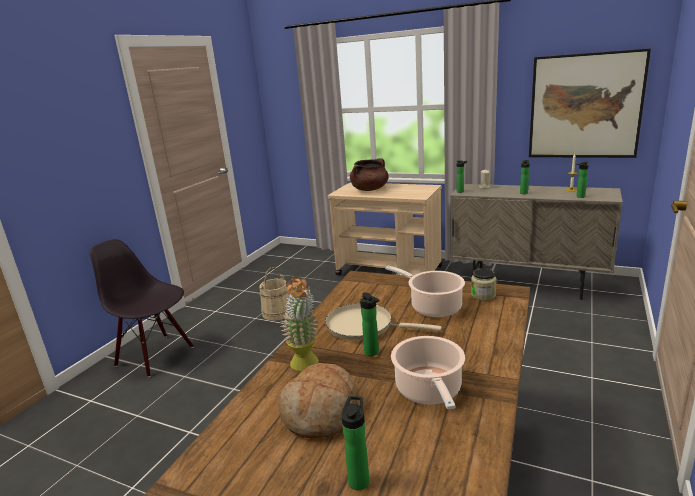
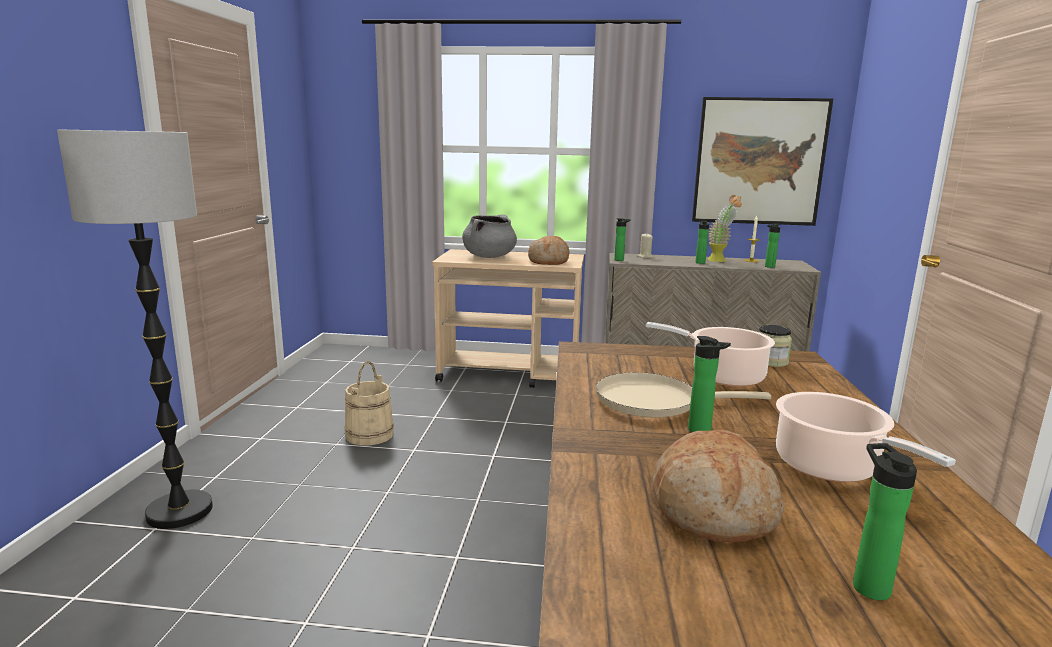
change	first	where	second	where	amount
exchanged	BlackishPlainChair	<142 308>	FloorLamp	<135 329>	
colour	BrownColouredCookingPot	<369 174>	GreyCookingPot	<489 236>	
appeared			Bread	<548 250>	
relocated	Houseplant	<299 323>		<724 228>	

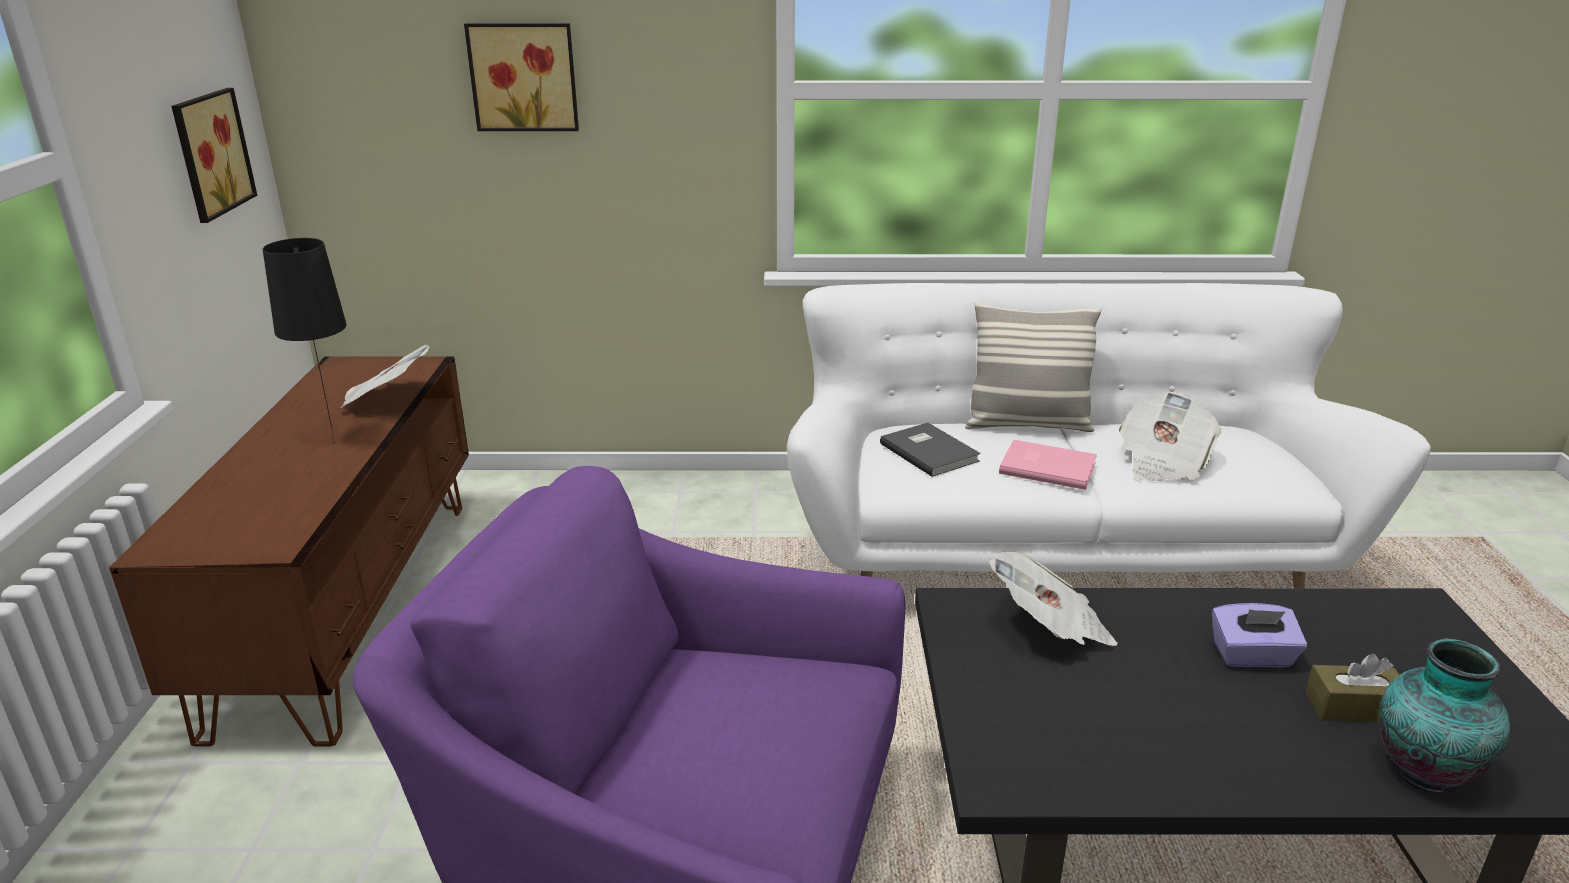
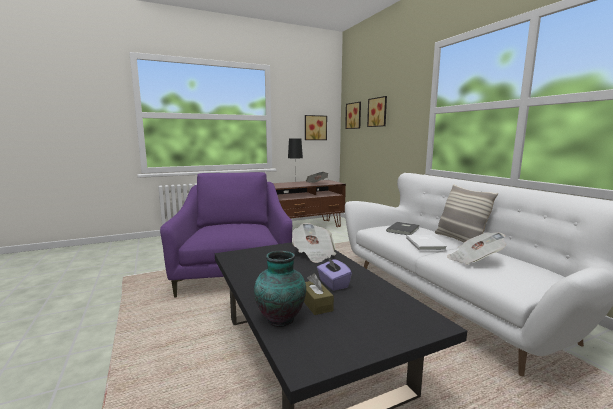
change	first	where	second	where	amount
appeared			Picture	<353 115>	
colour	PinkBoundBook	<1048 465>	WhiteBoundBook	<426 242>	

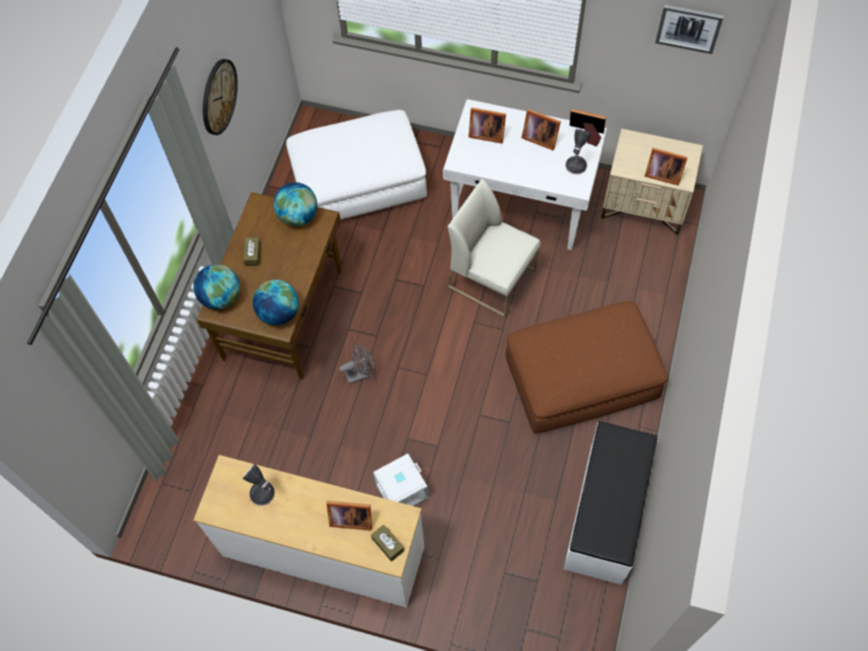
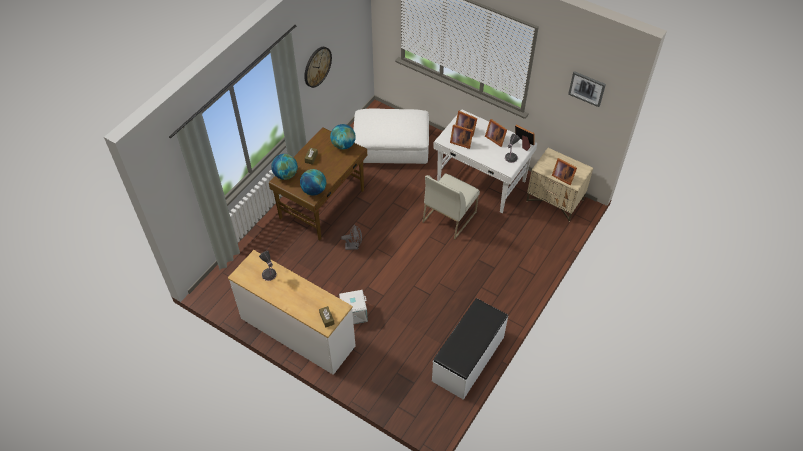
change	first	where	second	where	amount
spun	WhitePlainChair	<494 248>		<451 206>	105 degrees counterclockwise
relocated	PictureFrame	<349 515>		<461 136>	
missing	BrownColouredOttoman	<586 367>			

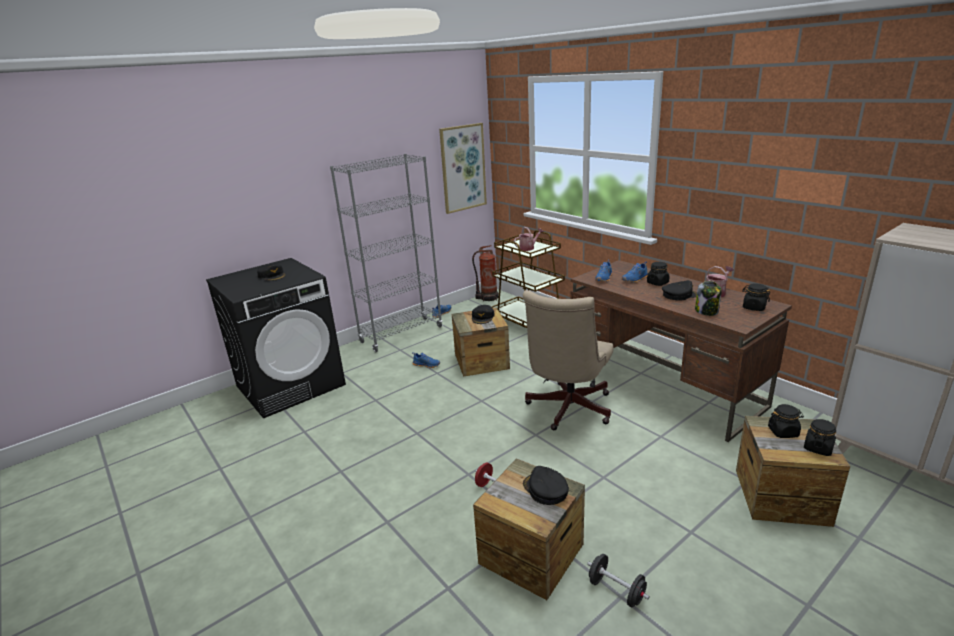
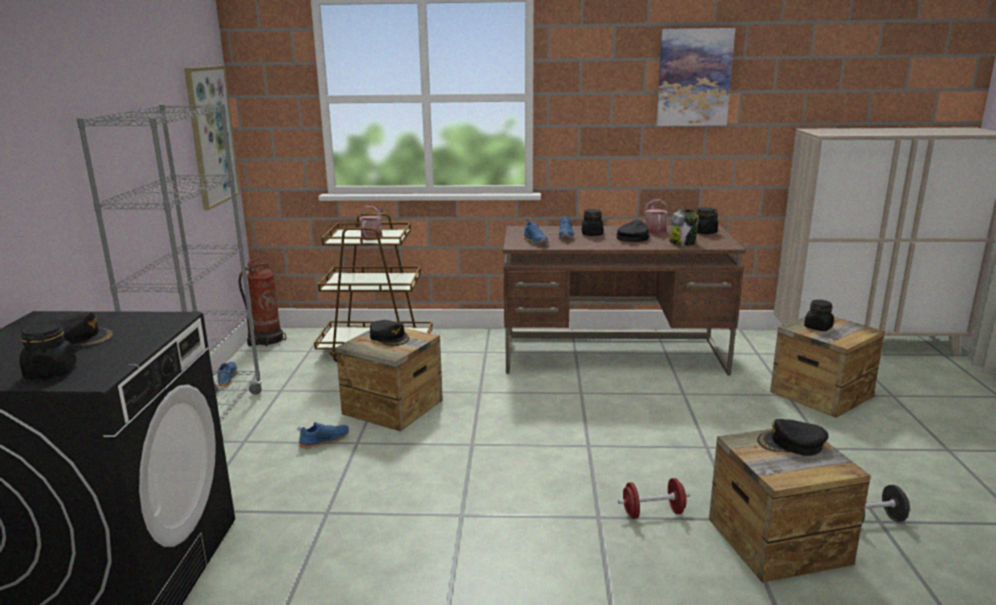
change	first	where	second	where	amount
relocated	BlackishJar	<820 437>		<48 350>	
appeared			Picture	<695 77>	
missing	SandColouredDeskChair	<568 360>			

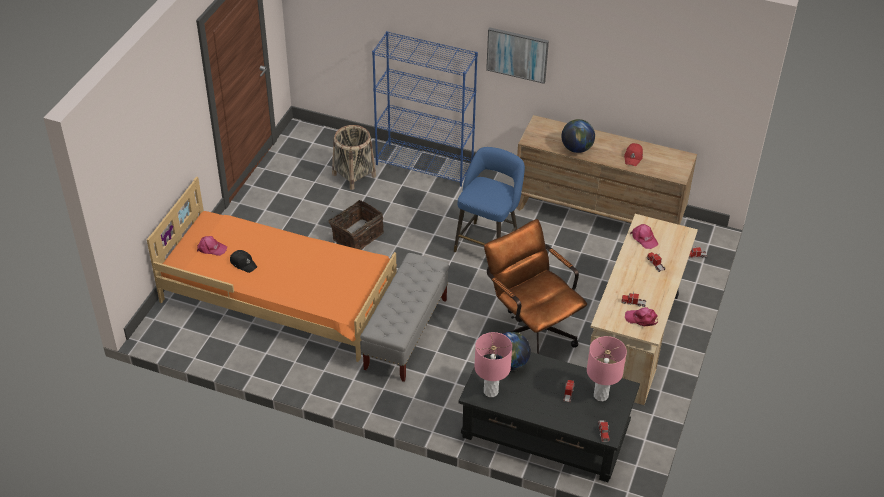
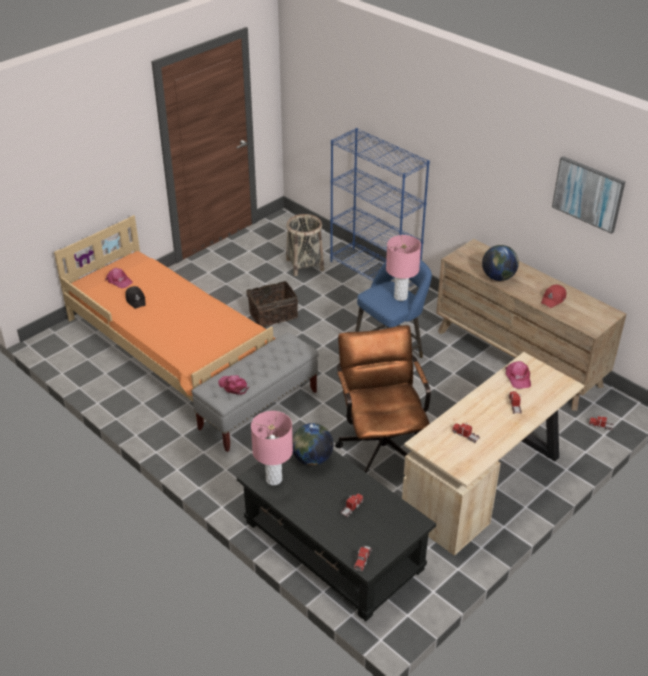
change	first	where	second	where	amount
relocated	PinkPeakedCap	<641 316>		<233 385>	
relocated	PinkTableLamp	<607 368>		<403 268>	
relocated	Picture	<517 55>		<588 195>	

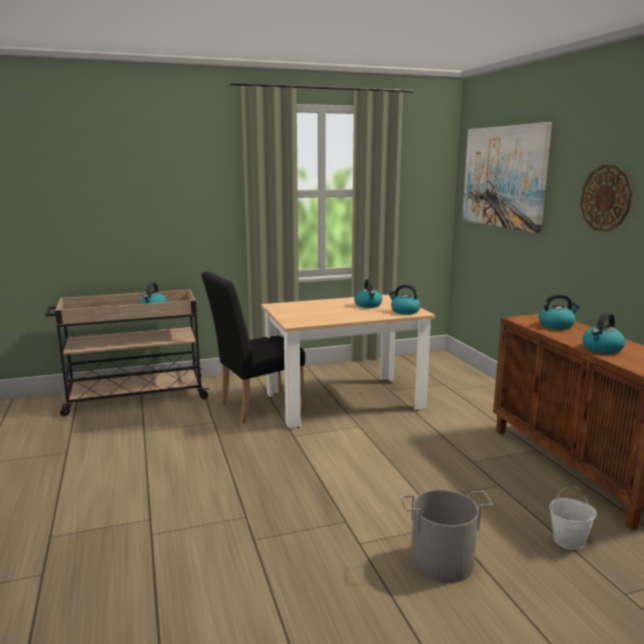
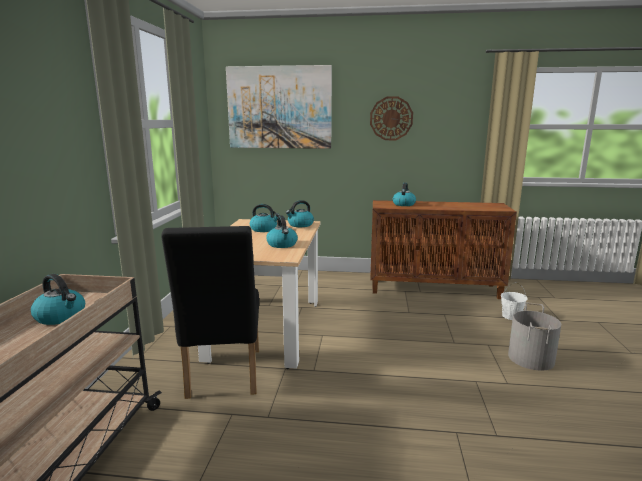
change	first	where	second	where	amount
relocated	Kettle	<603 333>		<282 231>	

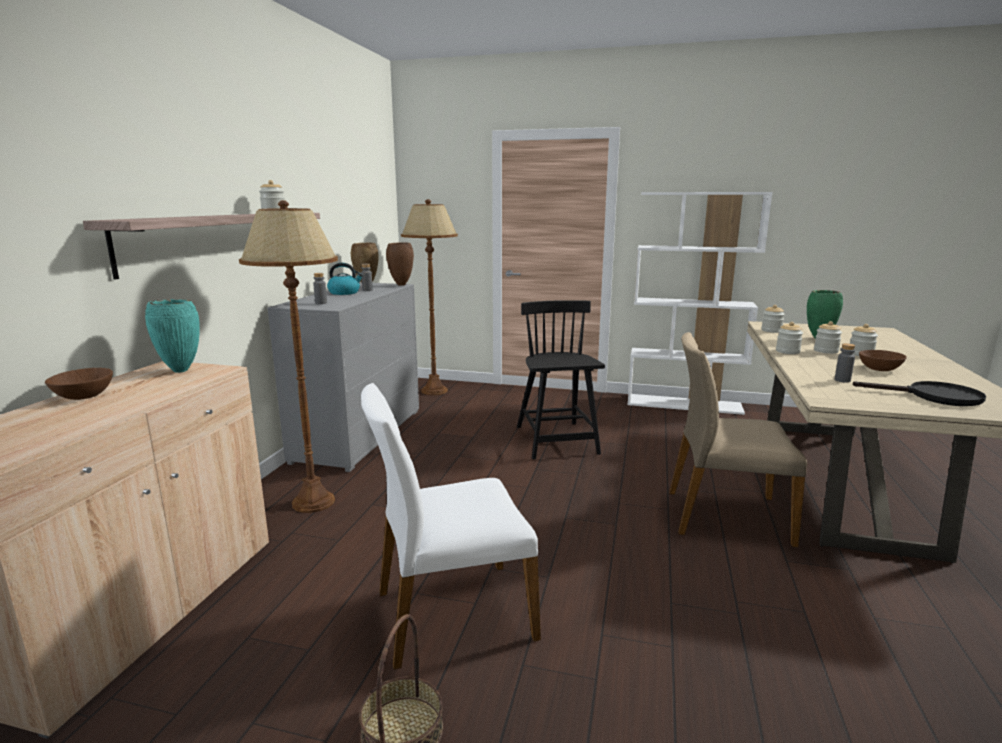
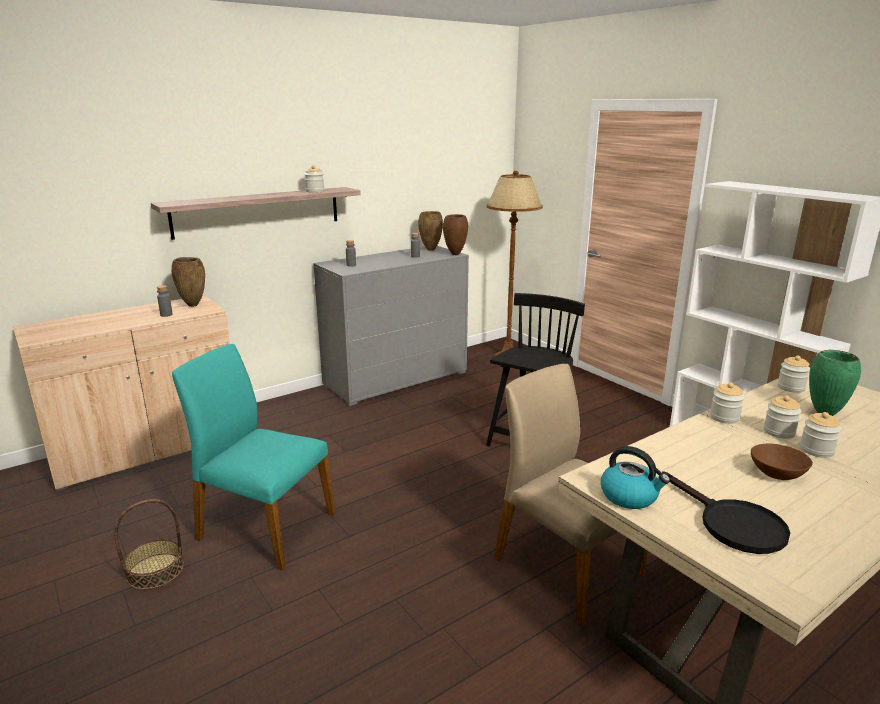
change	first	where	second	where	amount
relocated	GreyBeverageBottle	<845 363>		<165 301>	
colour	TurquoiseFlowerVase	<172 336>	BrownColouredFlowerVase	<188 282>	
colour	WhitePlainChair	<451 526>	TurquoisePlainChair	<253 457>	
relocated	Kettle	<345 279>		<635 477>	
missing	BrownColouredServingBowl	<79 384>			
missing	BrownColouredFloorLamp	<288 356>			

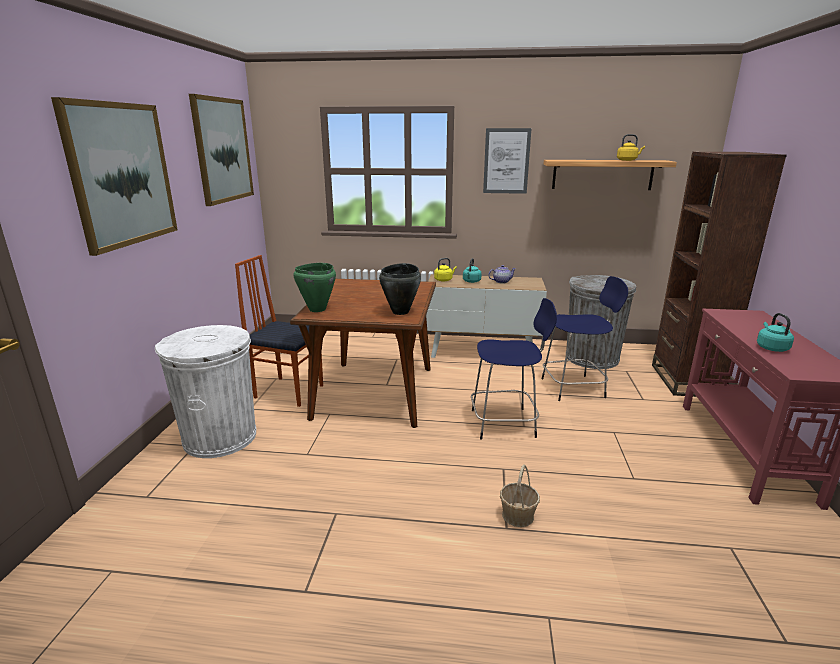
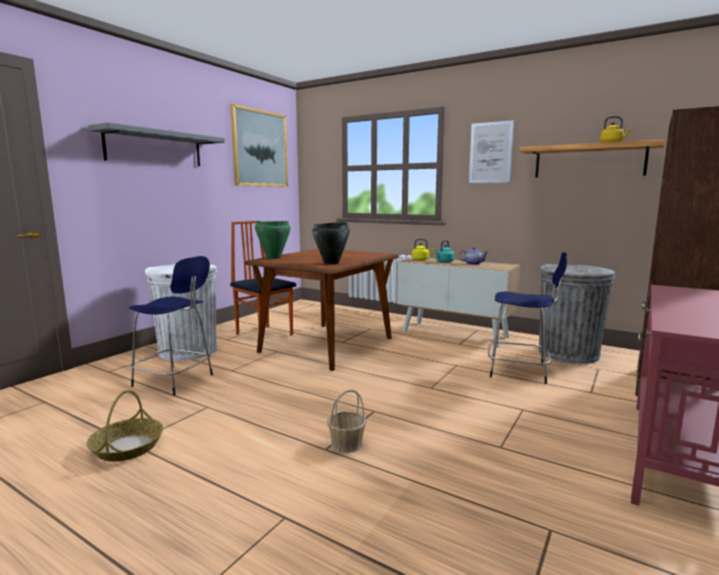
change	first	where	second	where	amount
appeared			StorageBasket	<125 426>	
exchanged	Picture	<114 176>	GreyBracketShelf	<156 144>	
relocated	BlueStoolSeat	<514 369>		<171 326>	
missing	TurquoiseKettle	<775 332>			

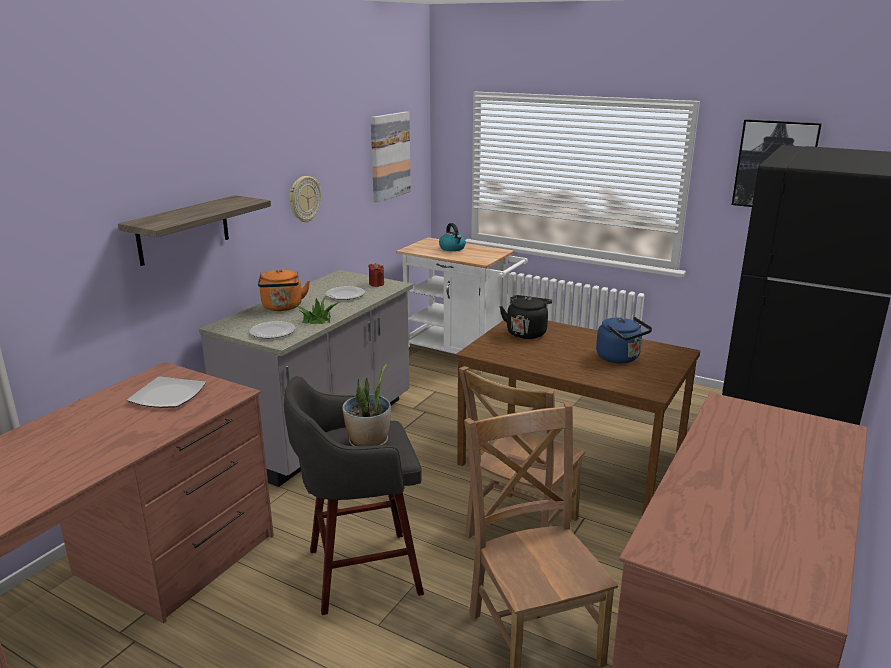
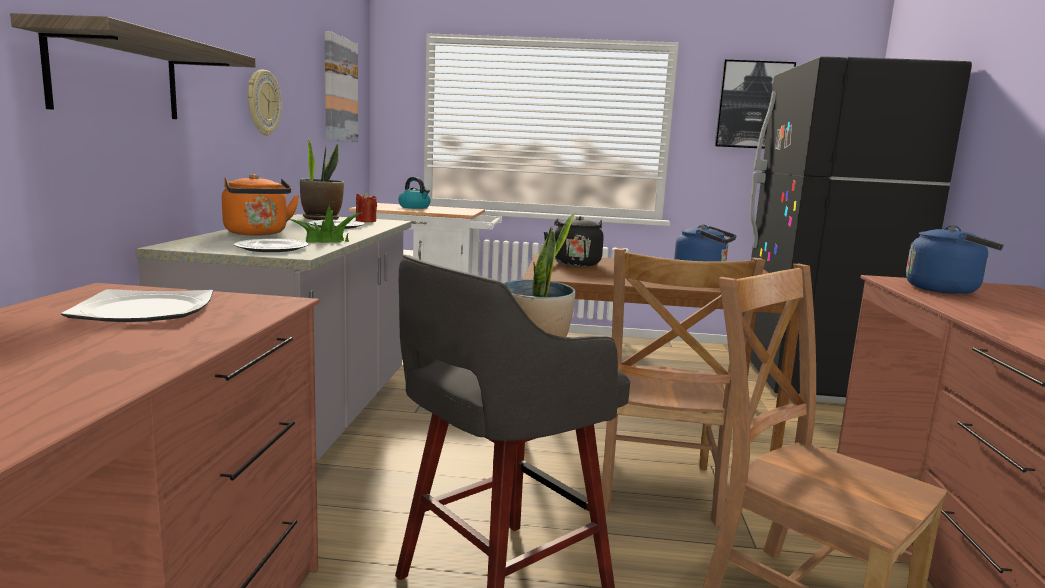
change	first	where	second	where	amount
appeared			Houseplant	<322 178>	
appeared			BlueKettle	<955 259>	

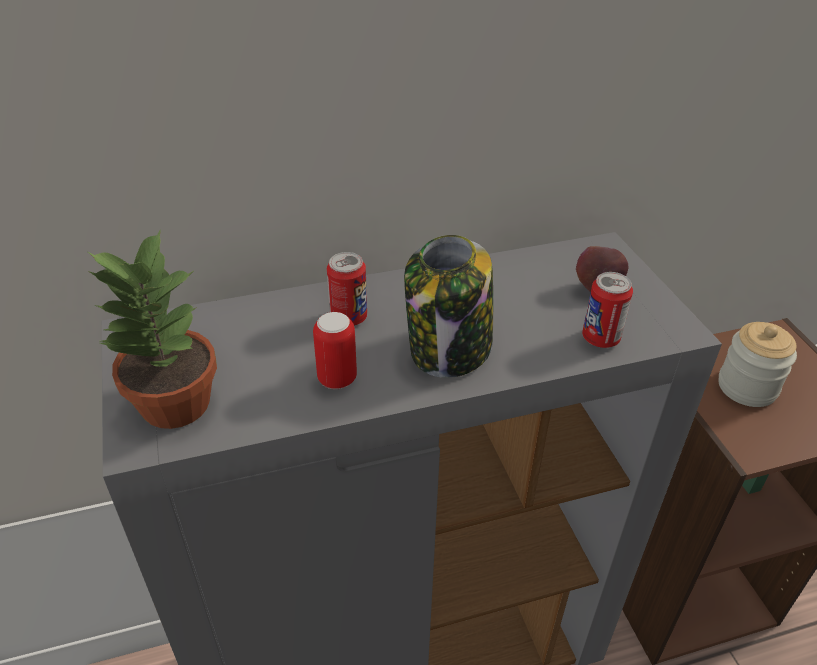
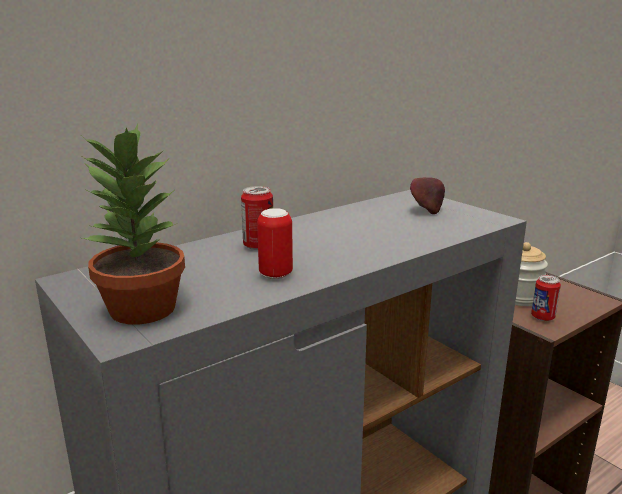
change	first	where	second	where	amount
relocated	SealedCan	<607 310>		<546 298>	
missing	Jar	<448 306>			

